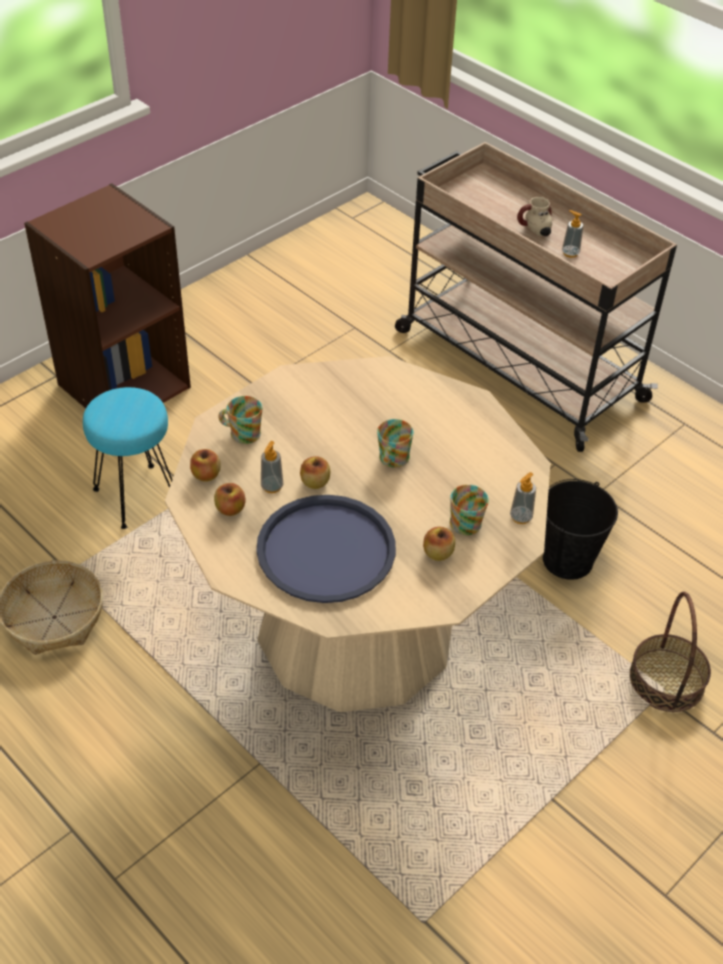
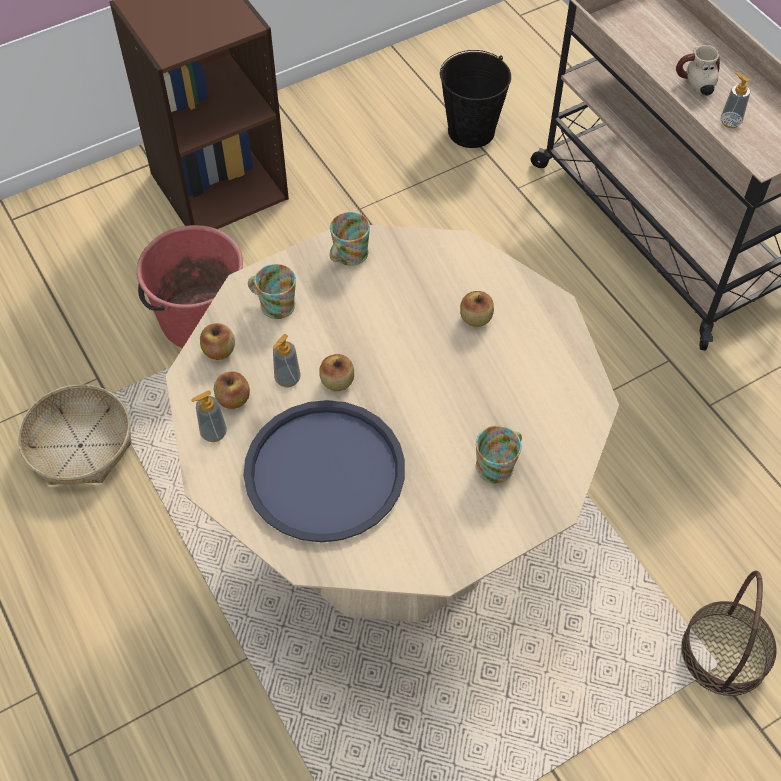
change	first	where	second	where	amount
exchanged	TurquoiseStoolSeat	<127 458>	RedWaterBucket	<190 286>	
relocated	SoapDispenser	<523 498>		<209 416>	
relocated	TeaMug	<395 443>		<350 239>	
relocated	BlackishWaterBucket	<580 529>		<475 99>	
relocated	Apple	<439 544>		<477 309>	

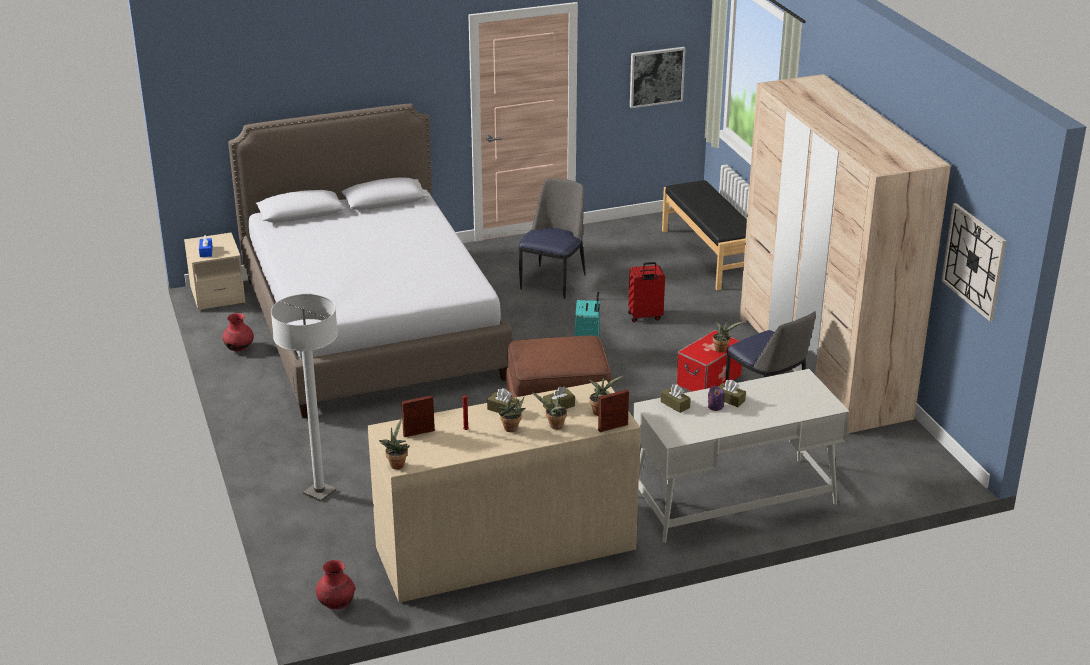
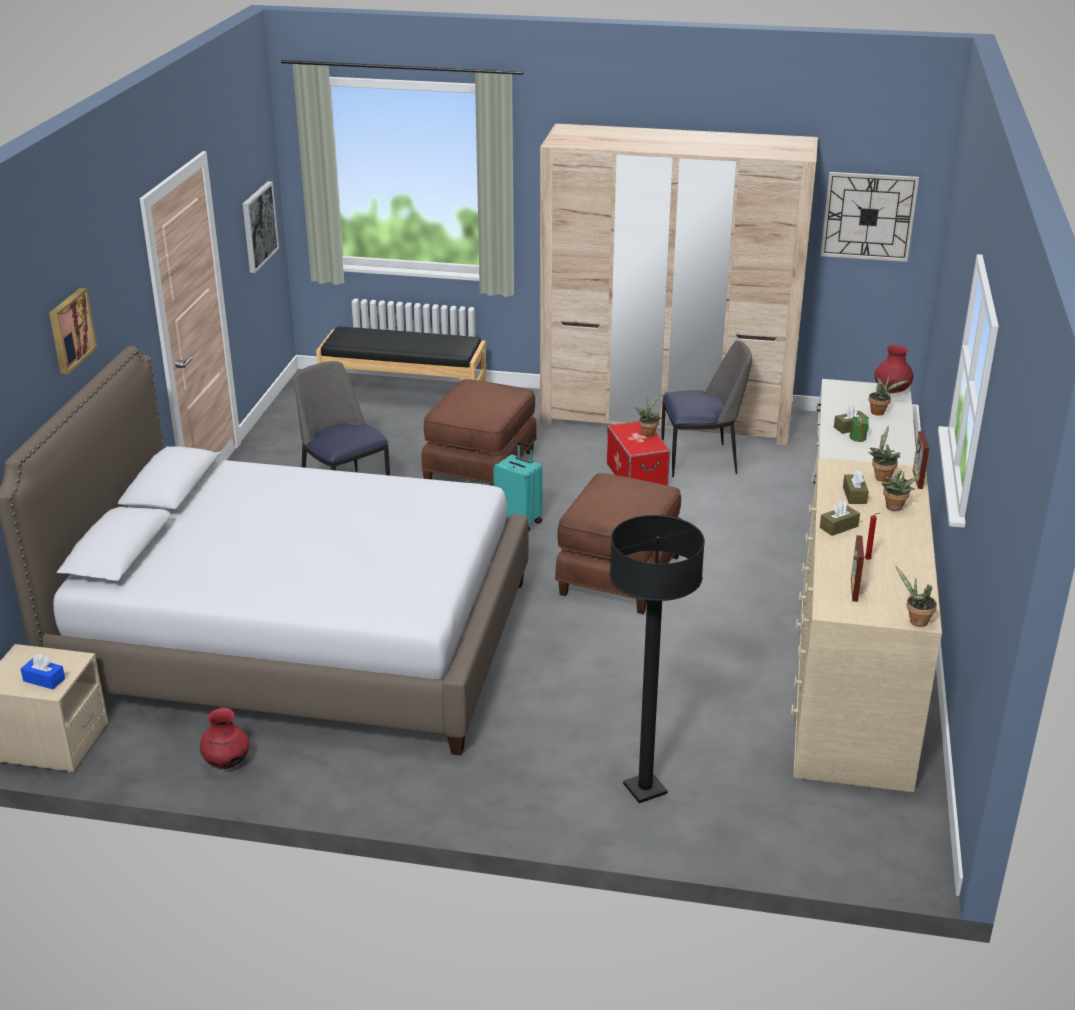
change	first	where	second	where	amount
appeared			Picture	<73 331>	
exchanged	RedPieceOfLuggage	<646 292>	BrownColouredOttoman	<479 432>	
colour	WhiteFloorLamp	<304 398>	BlackishFloorLamp	<657 659>	
colour	PurplishWaxCandle	<716 398>	GreenColouredWaxCandle	<859 429>	
relocated	Houseplant	<512 414>		<888 396>	
relocated	RedFlowerVase	<335 584>		<894 369>	
missing	BrownColouredTissueBox	<676 398>			

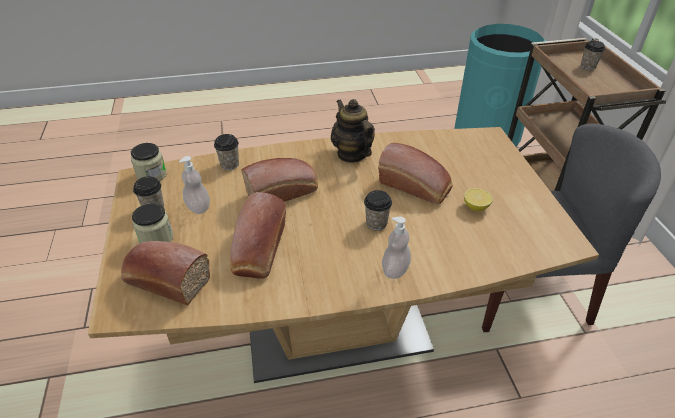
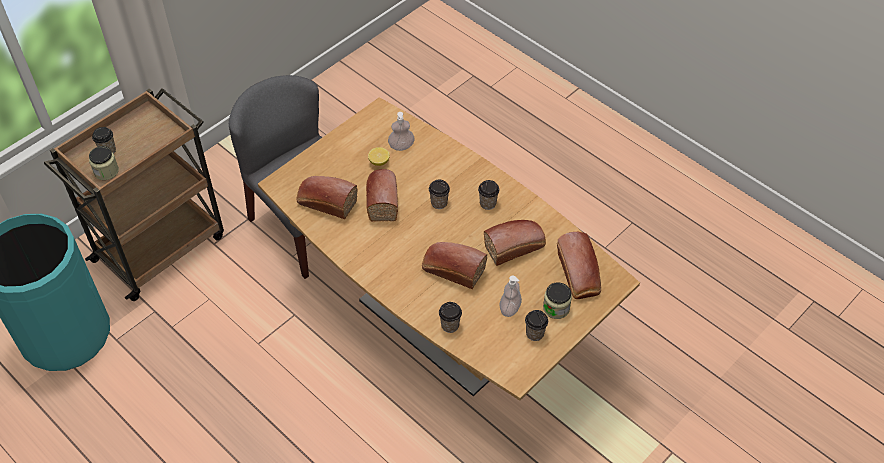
change	first	where	second	where	amount
relocated	Jar	<149 162>		<104 163>	
appeared			Bread	<327 197>	
relocated	SoapDispenser	<396 248>		<401 131>	
appeared			SmallCup	<488 195>	
missing	Teapot	<353 131>			

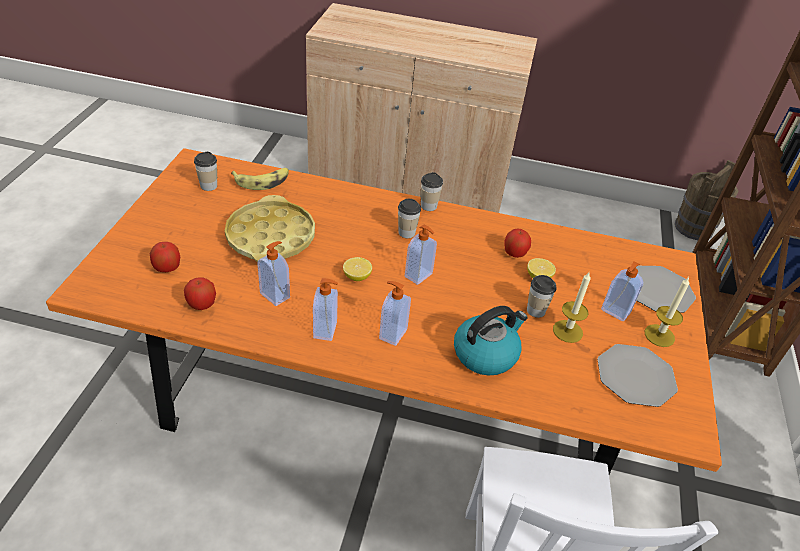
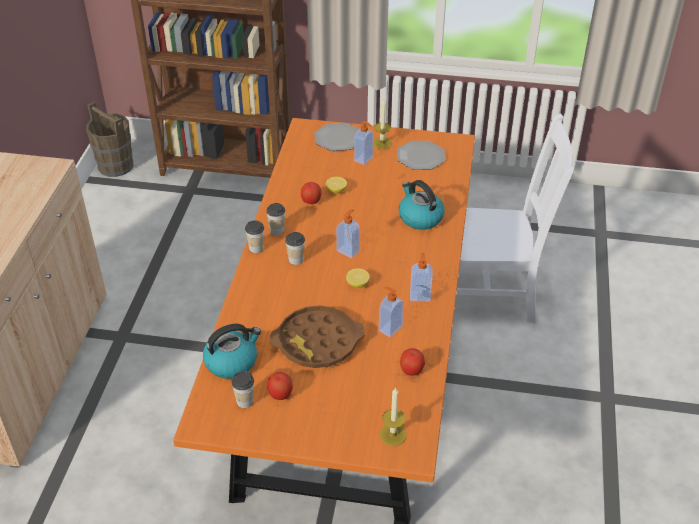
change	first	where	second	where	amount
exchanged	WholeBanana	<260 179>	Kettle	<232 351>	
relocated	SmallCup	<542 296>		<275 219>	
relocated	Apple	<165 257>		<280 386>	
colour	YellowTray	<270 228>	BrownColouredTray	<317 336>	
relocated	WaxCandle	<572 307>		<393 416>	
missing	SoapDispenser	<395 313>			

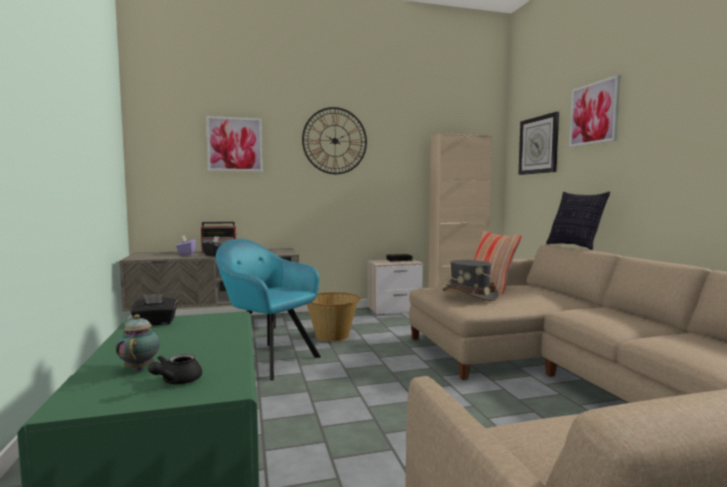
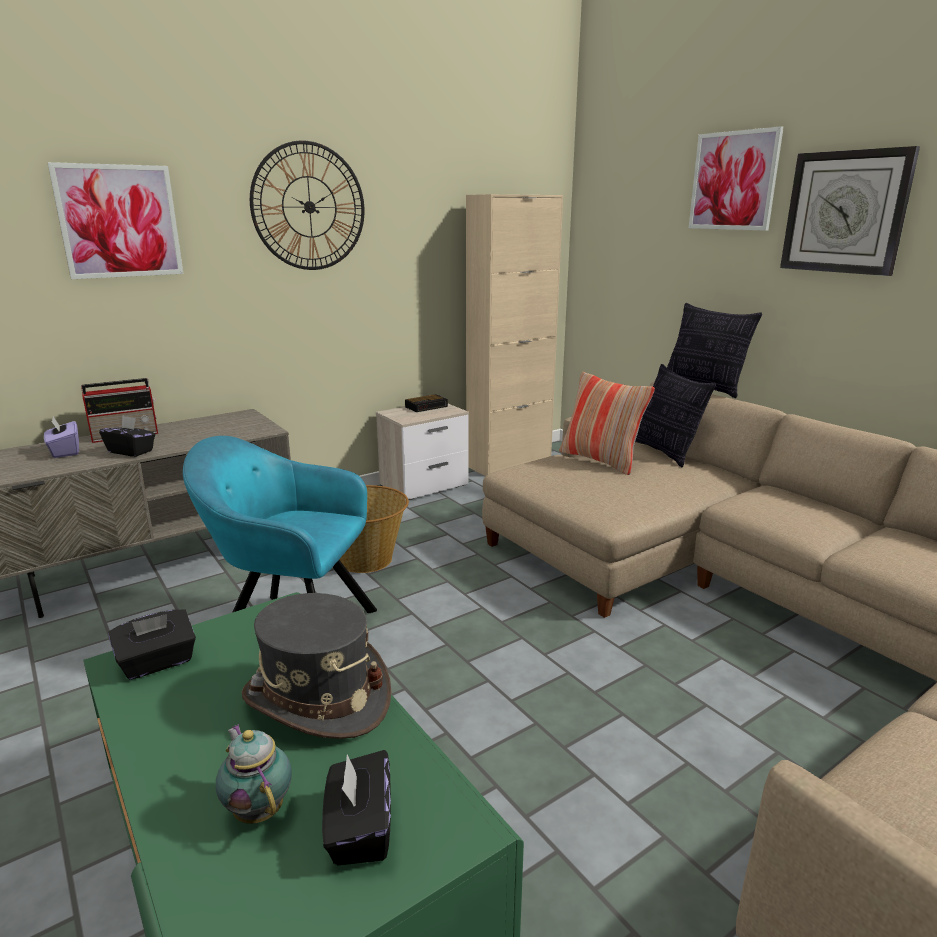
change	first	where	second	where	amount
relocated	GreyClothingHat	<470 280>		<316 666>	
exchanged	BlackishTeapot	<175 369>	BlackishTissueBox	<356 807>	
appeared			Cushion	<675 415>	
relocated	WallClock	<538 143>		<850 211>	

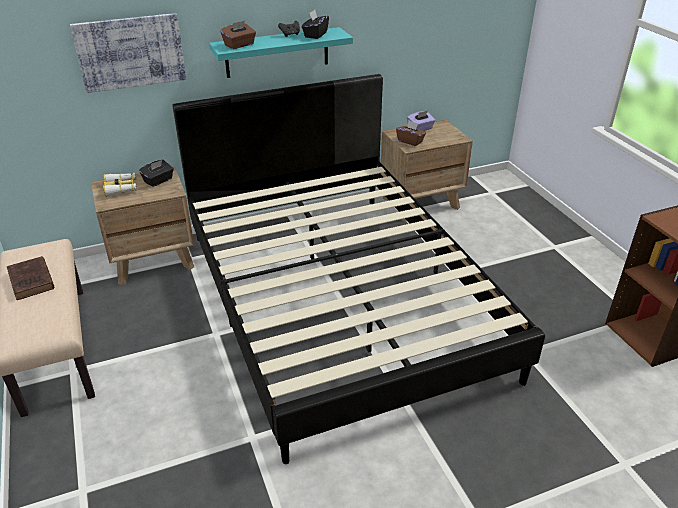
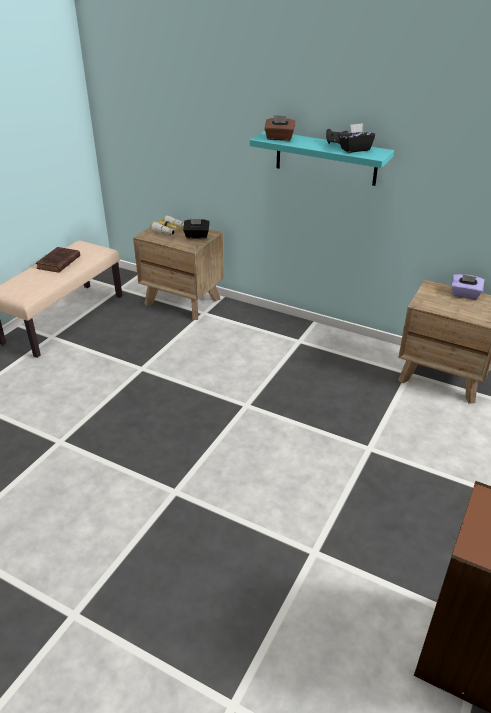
change	first	where	second	where	amount
missing	Picture	<128 53>			
missing	BlackishBedroomBed	<358 269>			
missing	BrownColouredTissueBox	<411 133>			

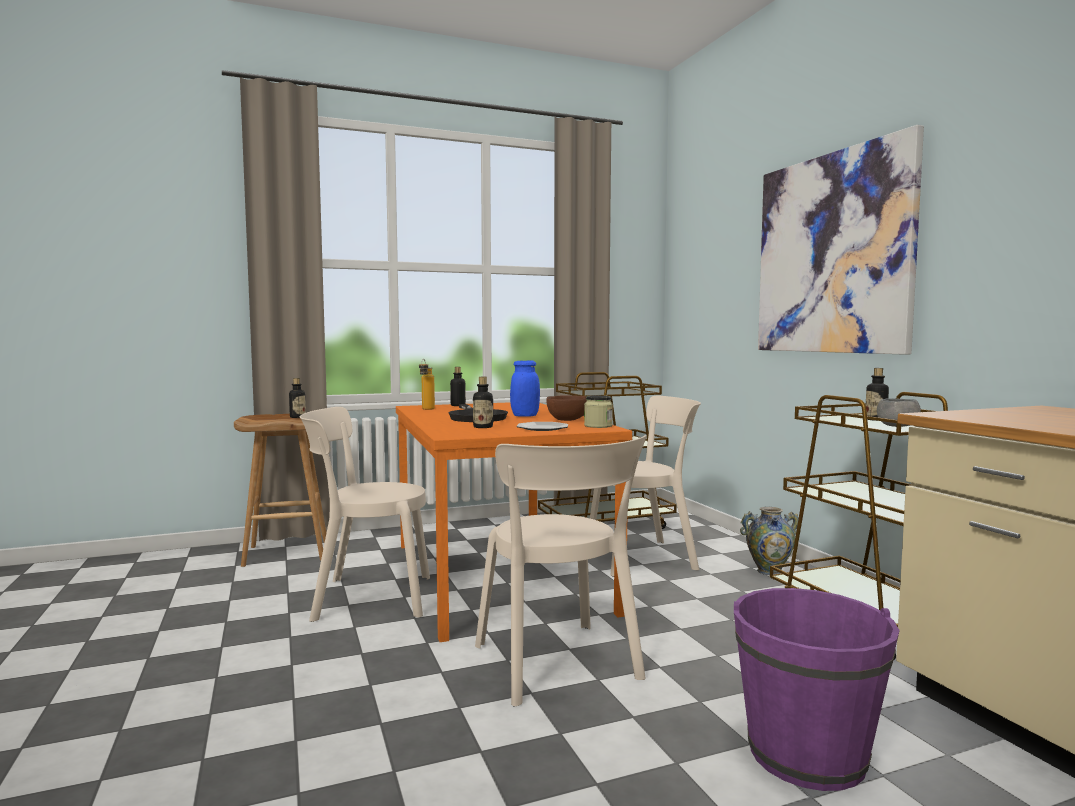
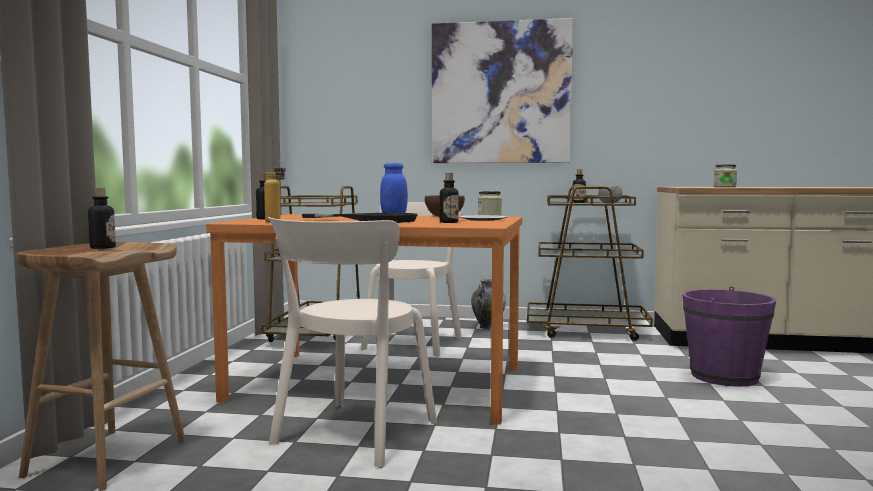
change	first	where	second	where	amount
appeared			Jar	<725 176>	
missing	SandColouredPlainChair	<561 570>			

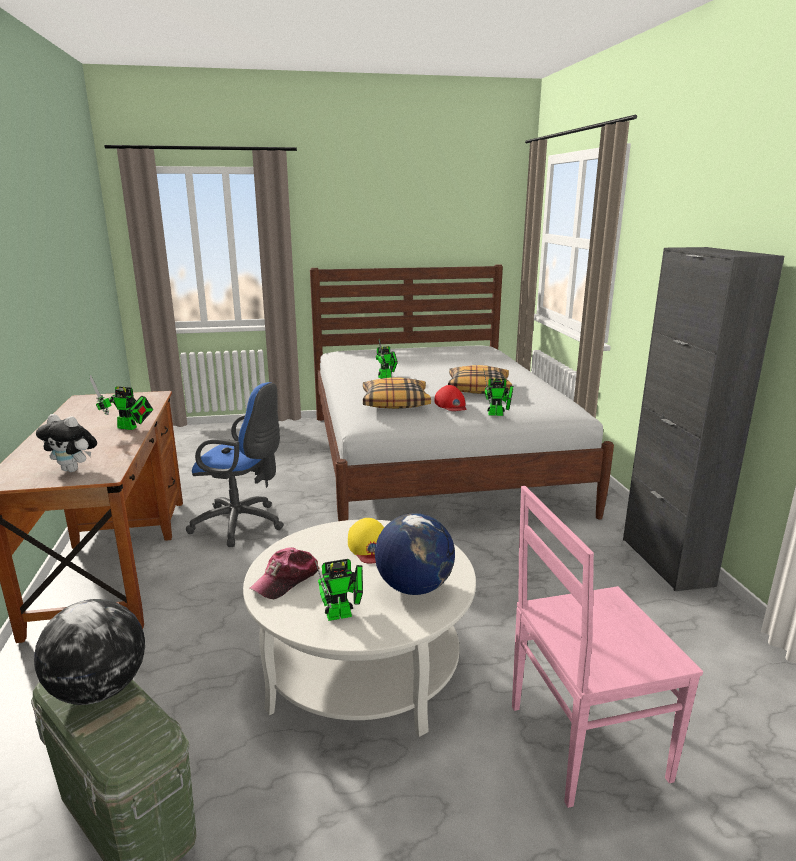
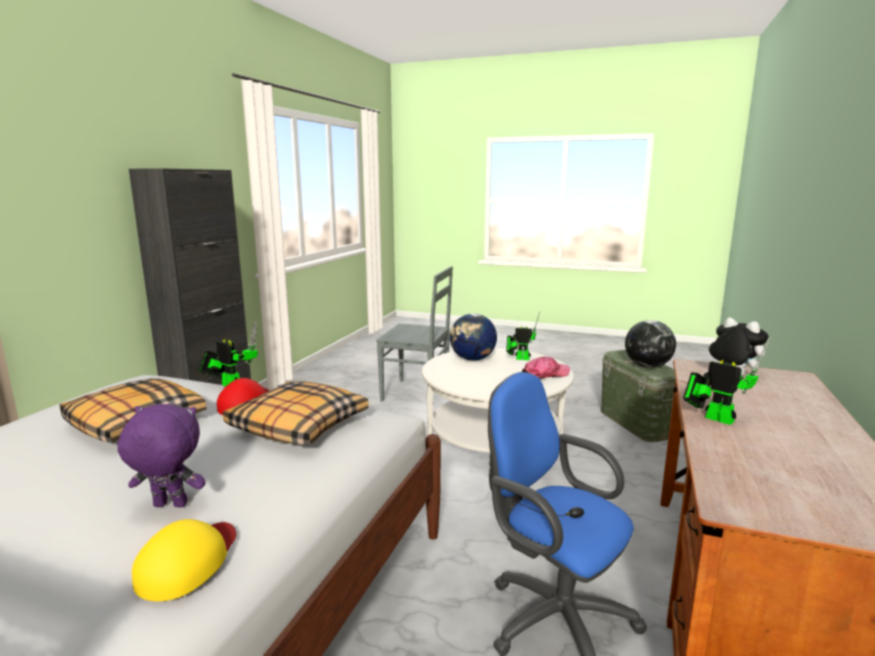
change	first	where	second	where	amount
exchanged	RobotFigure	<387 359>	PurplishSoftToy	<162 455>	
relocated	YellowPeakedCap	<366 540>		<184 560>	
colour	PinkPlainChair	<607 647>	GreyPlainChair	<414 334>	

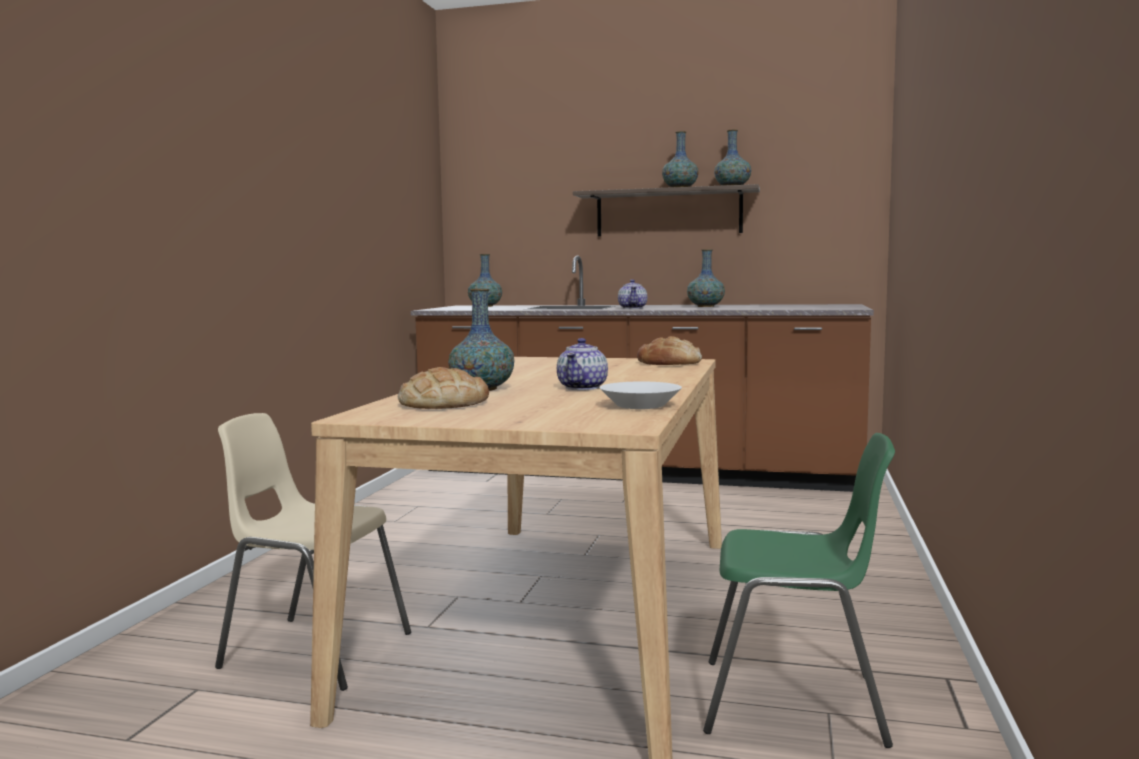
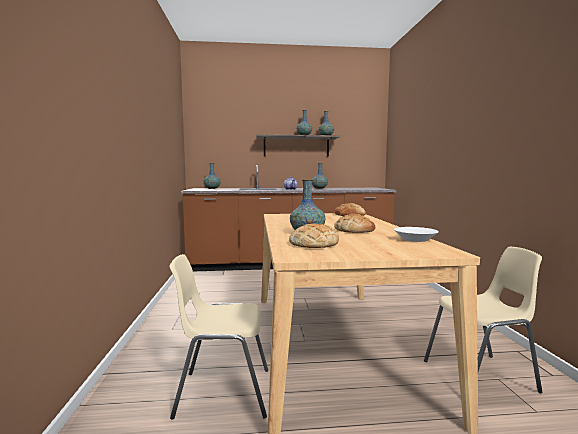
change	first	where	second	where	amount
exchanged	Teapot	<582 364>	Bread	<354 223>	
colour	GreenColouredPlainChair	<799 590>	SandColouredPlainChair	<483 320>	

